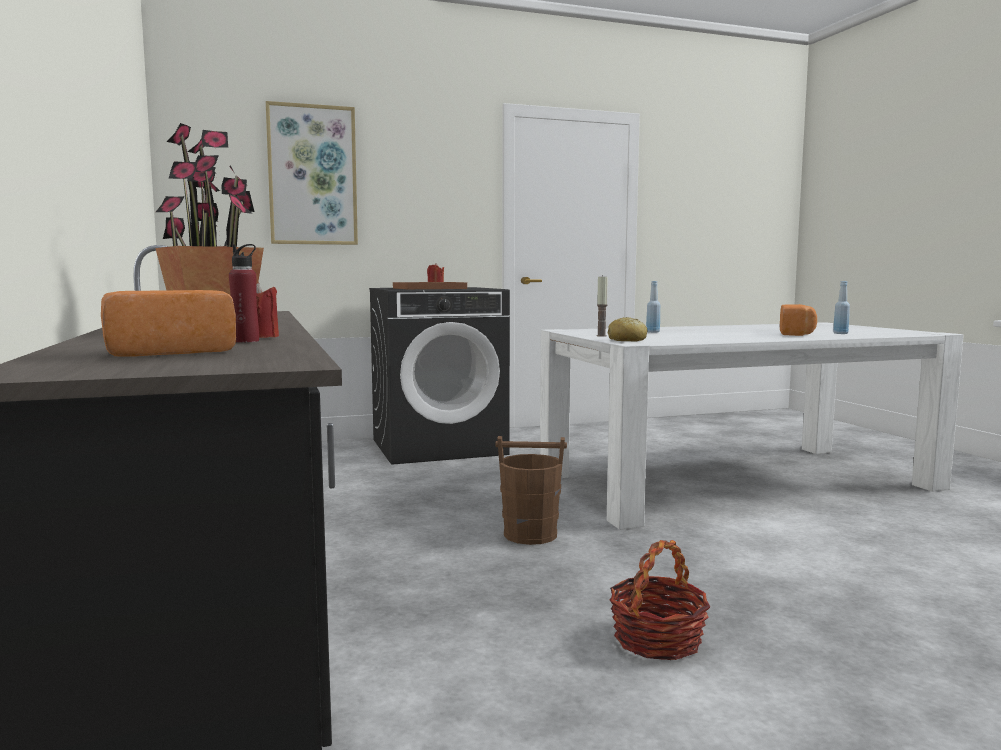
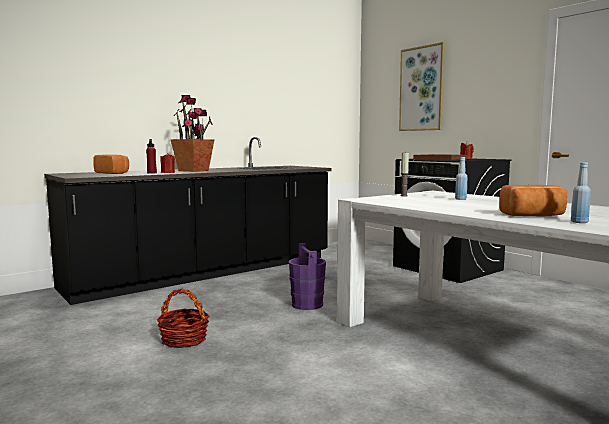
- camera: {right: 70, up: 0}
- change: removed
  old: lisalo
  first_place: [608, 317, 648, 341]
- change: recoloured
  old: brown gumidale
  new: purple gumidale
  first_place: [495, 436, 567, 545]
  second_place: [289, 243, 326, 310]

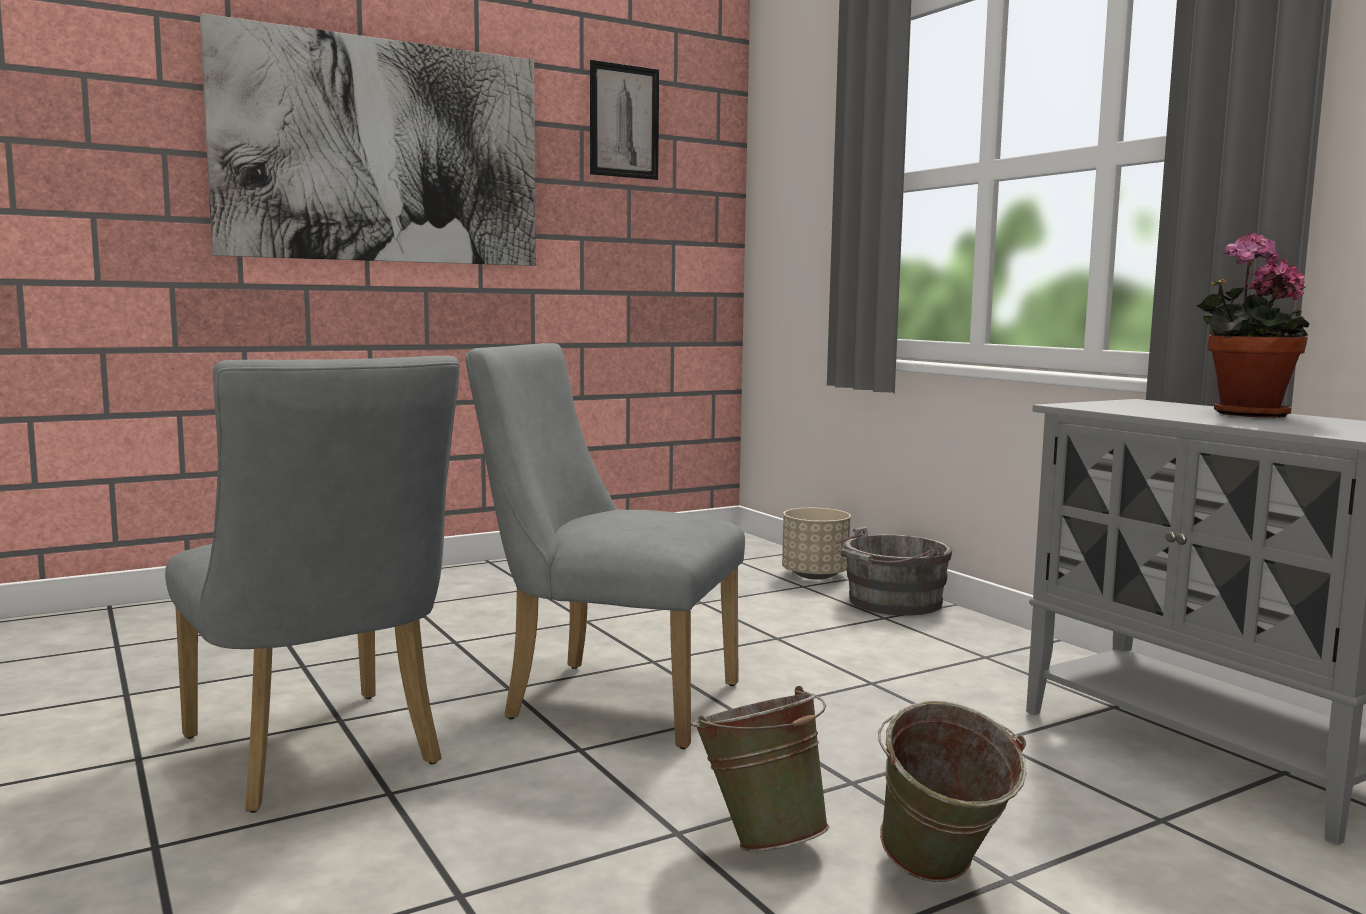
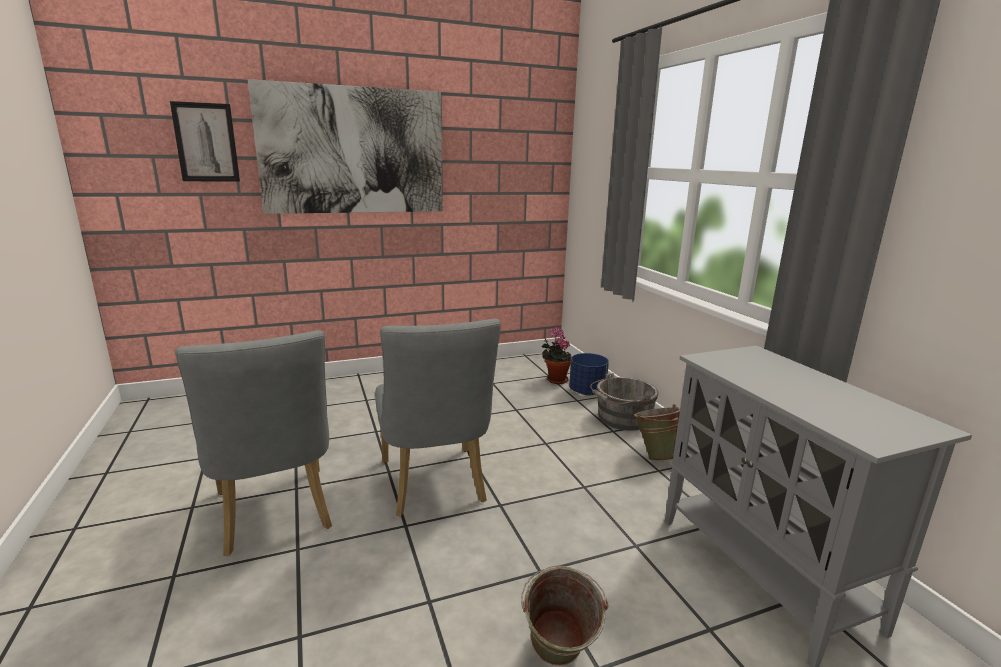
- camera: {right: 10, up: 10}
- change: moved
  old: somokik
  first_place: [590, 60, 659, 180]
  second_place: [170, 101, 240, 182]
- change: moved
  old: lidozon
  first_place: [1196, 233, 1310, 418]
  second_place: [541, 326, 571, 384]
- change: turned
  old: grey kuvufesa
  first_place: [466, 343, 745, 749]
  second_place: [375, 319, 501, 516]
  degrees: -135
- change: recoloured
  old: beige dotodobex
  new: blue dotodobex
  first_place: [782, 508, 851, 580]
  second_place: [569, 353, 609, 396]
- change: moved
  old: green gumidale
  first_place: [692, 686, 829, 852]
  second_place: [634, 404, 680, 461]

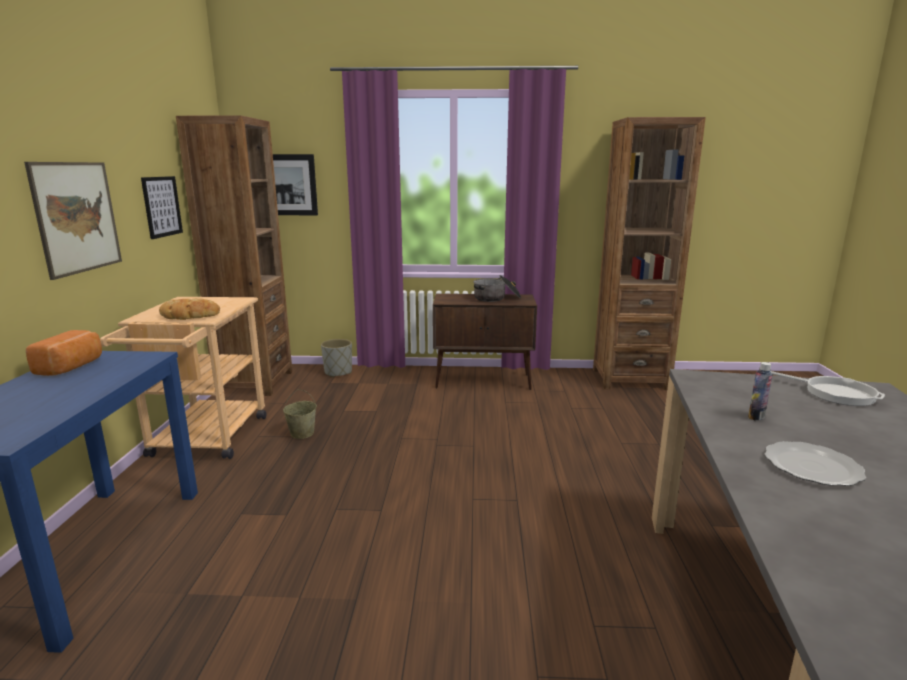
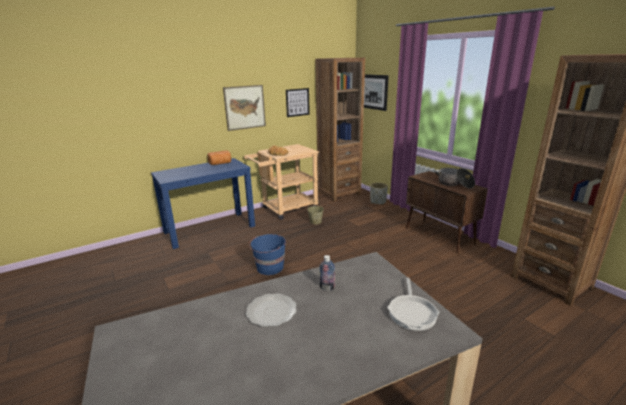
- camera: {right: 55, up: 5}
- change: added
  new: blue gumidale
  second_place: [249, 234, 286, 275]

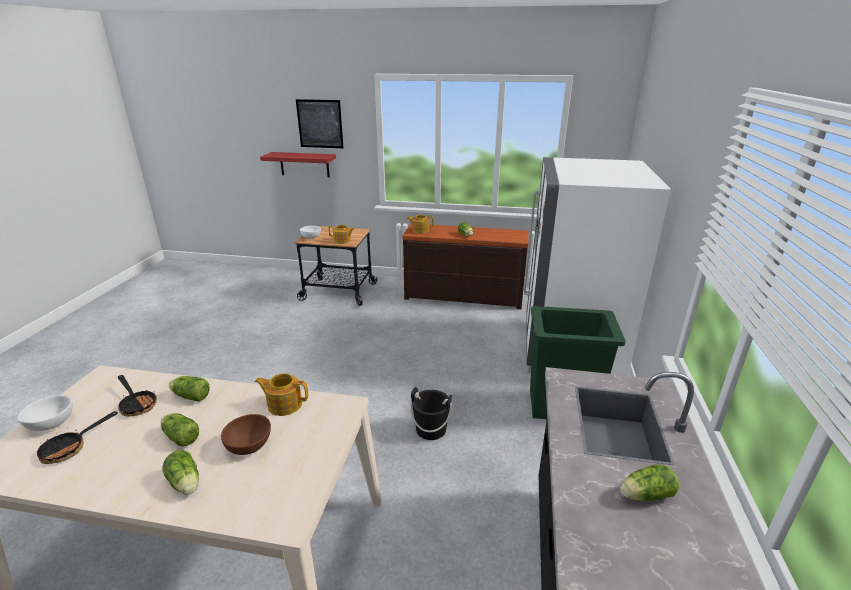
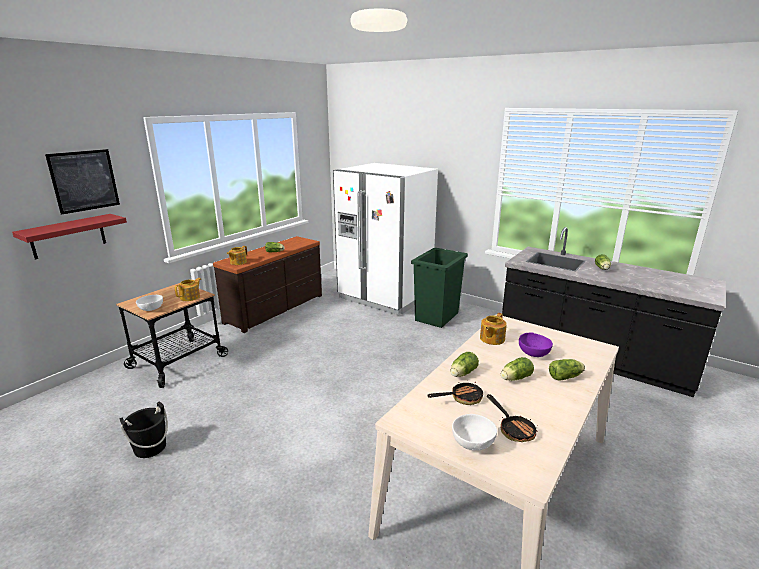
- camera: {right: -65, up: -5}
- change: moved
  old: black gumidale
  first_place: [410, 387, 452, 440]
  second_place: [120, 402, 168, 458]
- change: recoloured
  old: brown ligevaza
  new: purple ligevaza
  first_place: [221, 414, 271, 455]
  second_place: [519, 333, 553, 357]

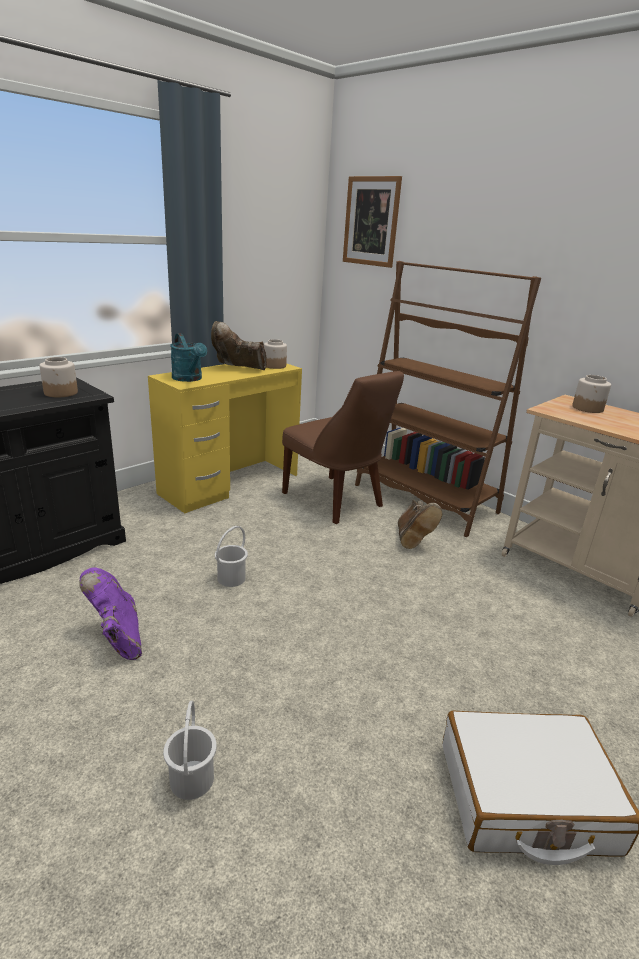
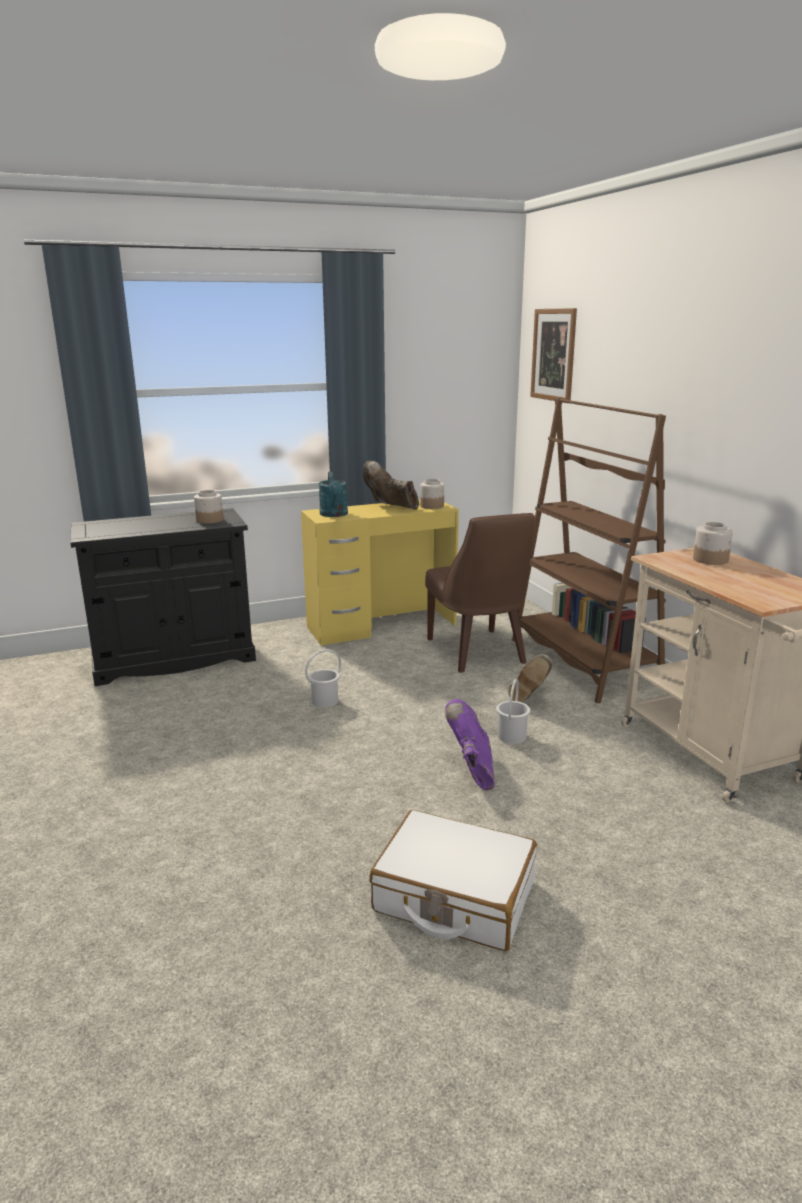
- camera: {right: 25, up: -5}
- change: moved
  old: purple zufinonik
  first_place: [79, 567, 142, 660]
  second_place: [445, 699, 495, 791]
- change: moved
  old: white gumidale
  first_place: [163, 701, 217, 800]
  second_place: [496, 679, 530, 744]

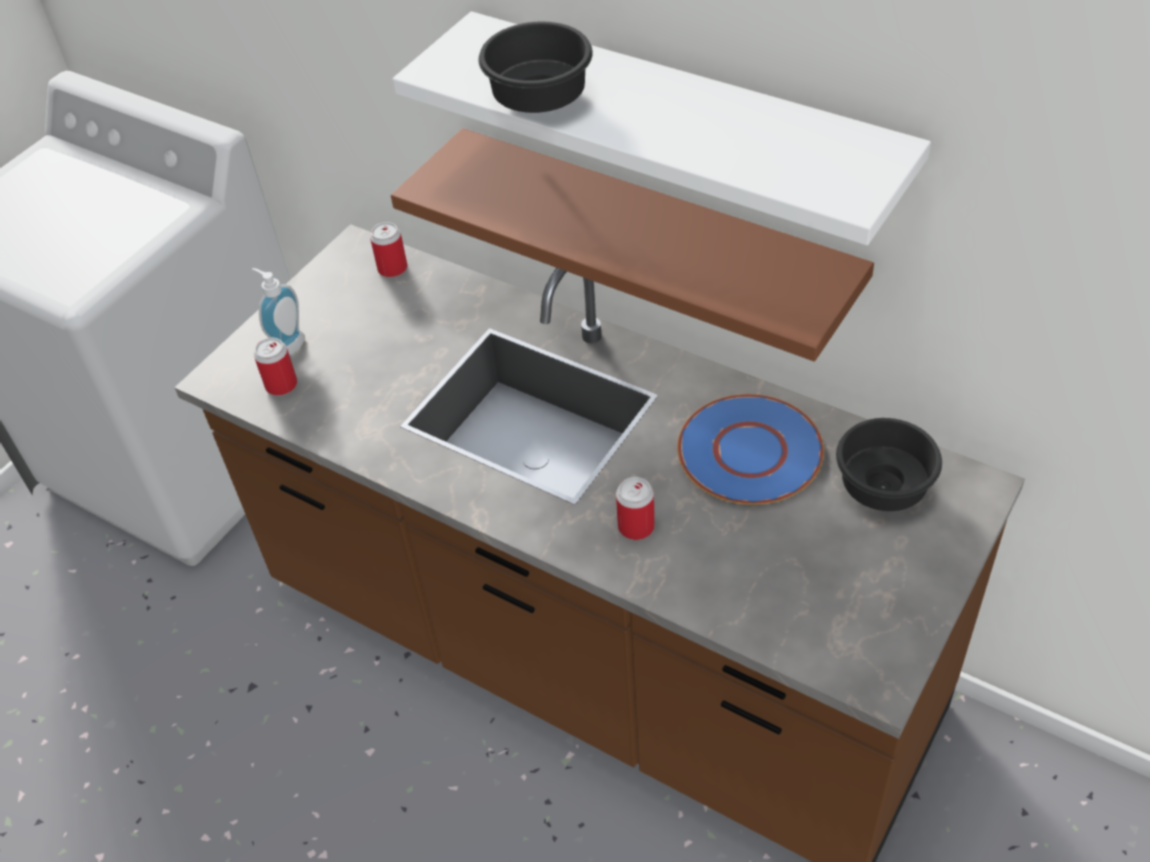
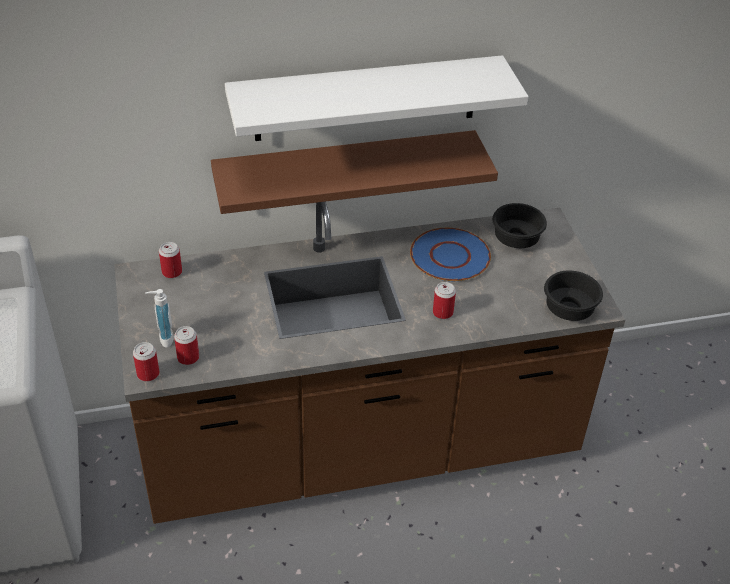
- camera: {right: -50, up: -5}
- change: moved
  old: black ligevaza
  first_place: [478, 22, 593, 113]
  second_place: [544, 270, 603, 321]
- change: added
  new: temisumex
  second_place: [133, 342, 159, 382]

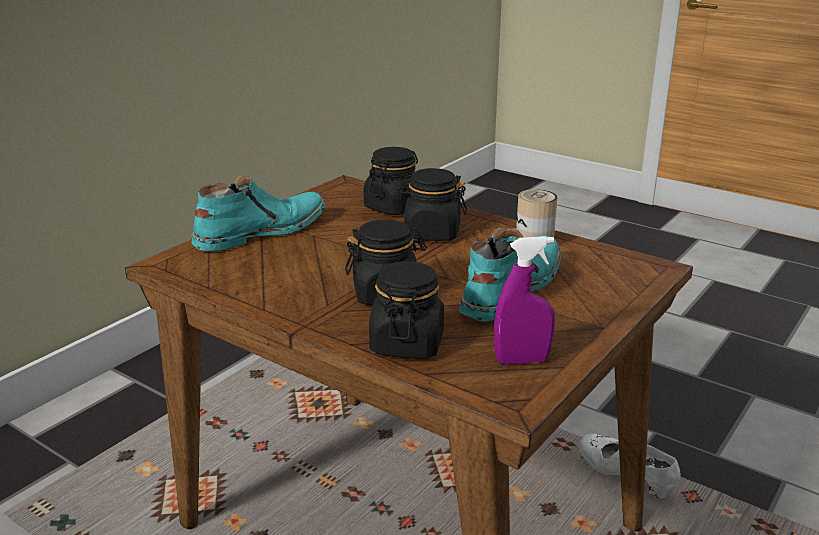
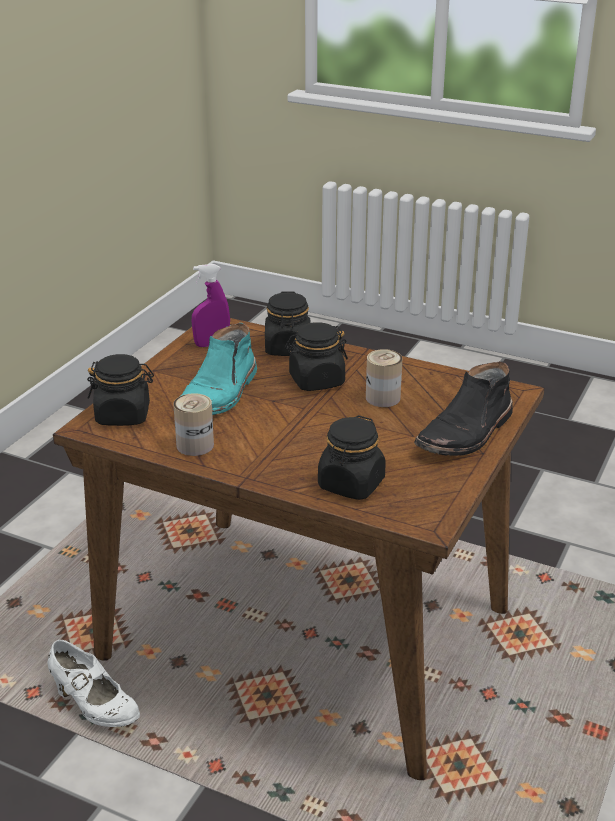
- camera: {right: 170, up: 5}
- change: moved
  old: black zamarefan
  first_place: [397, 168, 467, 241]
  second_place: [87, 354, 154, 426]
- change: recoloured
  old: turquoise zufinonik
  new: black zufinonik
  first_place: [192, 176, 326, 252]
  second_place: [414, 361, 513, 456]
- change: added
  new: temisumex
  second_place: [366, 349, 403, 407]

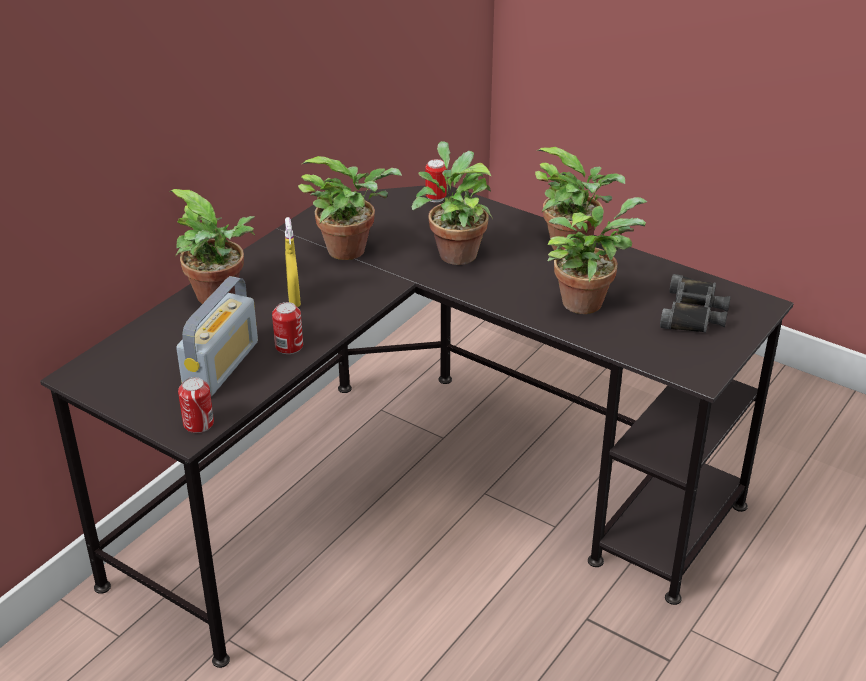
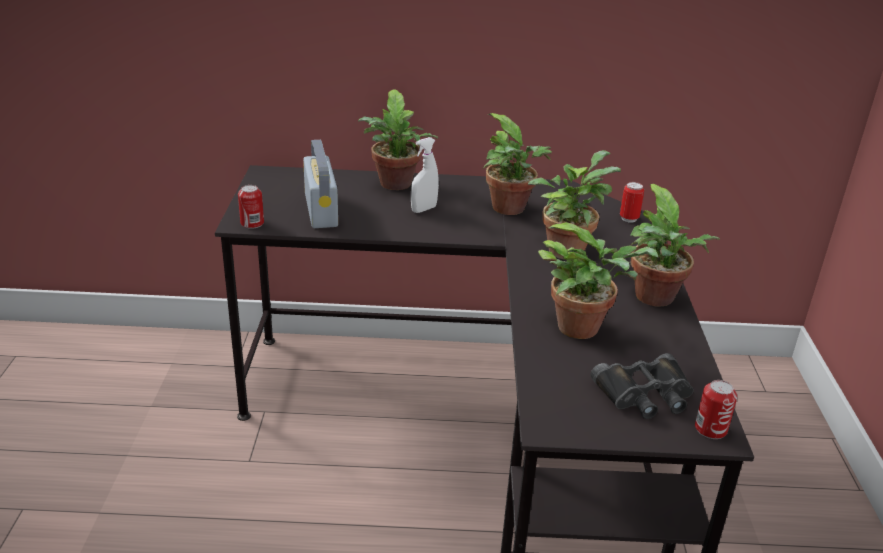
- camera: {right: 55, up: -5}
- change: recoloured
  old: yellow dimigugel
  new: white dimigugel
  first_place: [285, 217, 301, 307]
  second_place: [411, 137, 439, 213]
- change: turned
  old: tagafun
  first_place: [176, 276, 258, 396]
  second_place: [303, 140, 338, 228]
  degrees: -90
- change: moved
  old: temisumex
  first_place: [272, 302, 303, 354]
  second_place: [695, 380, 737, 439]

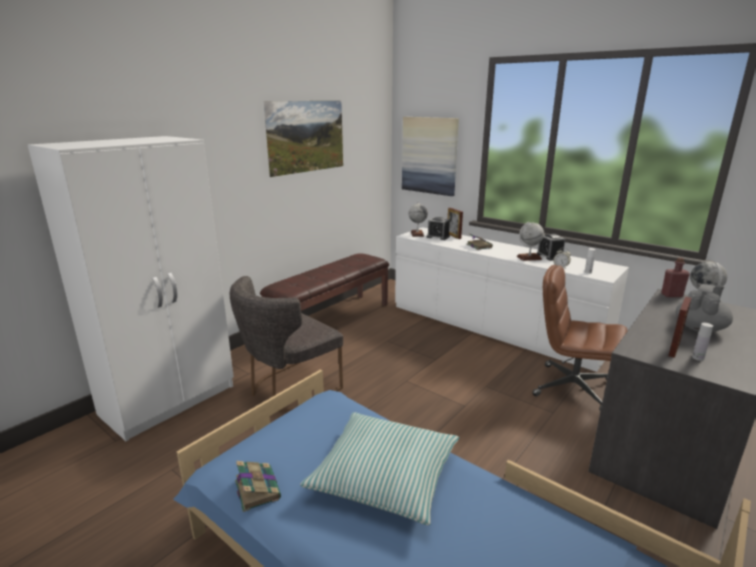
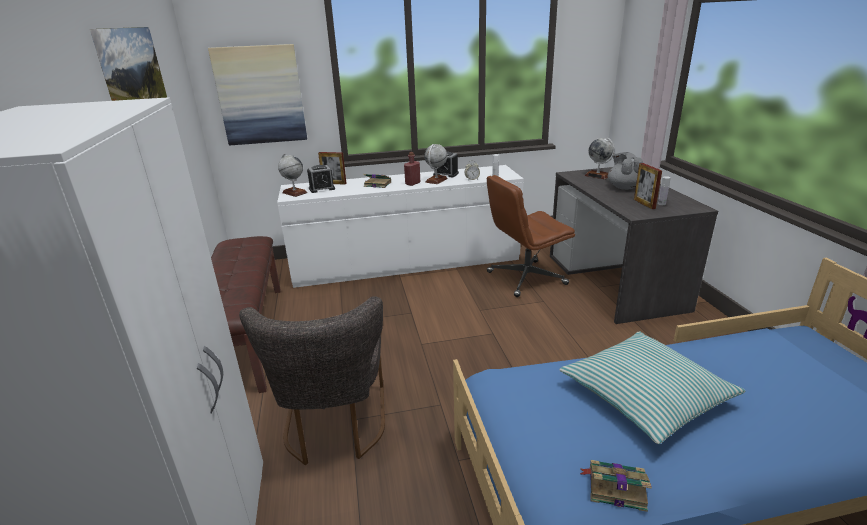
- camera: {right: -50, up: 5}
- change: moved
  old: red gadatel
  first_place: [661, 258, 690, 297]
  second_place: [404, 152, 420, 186]

